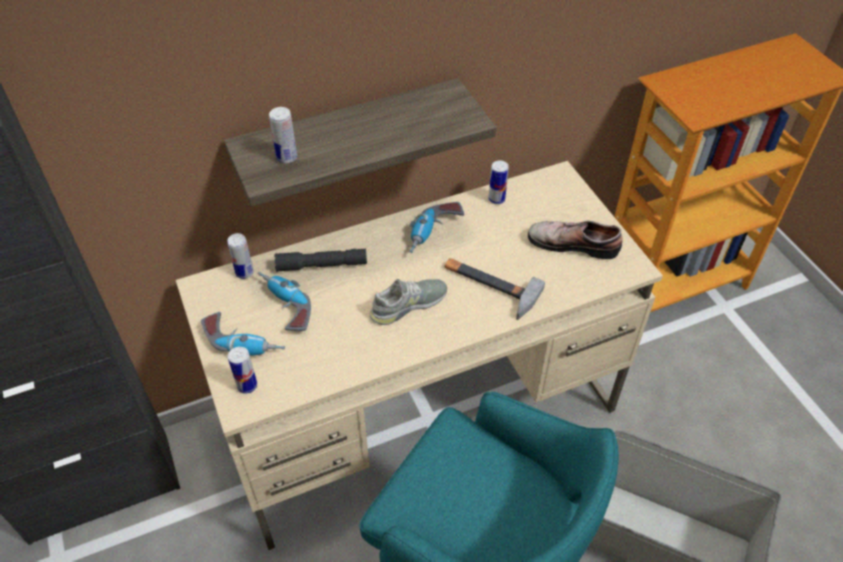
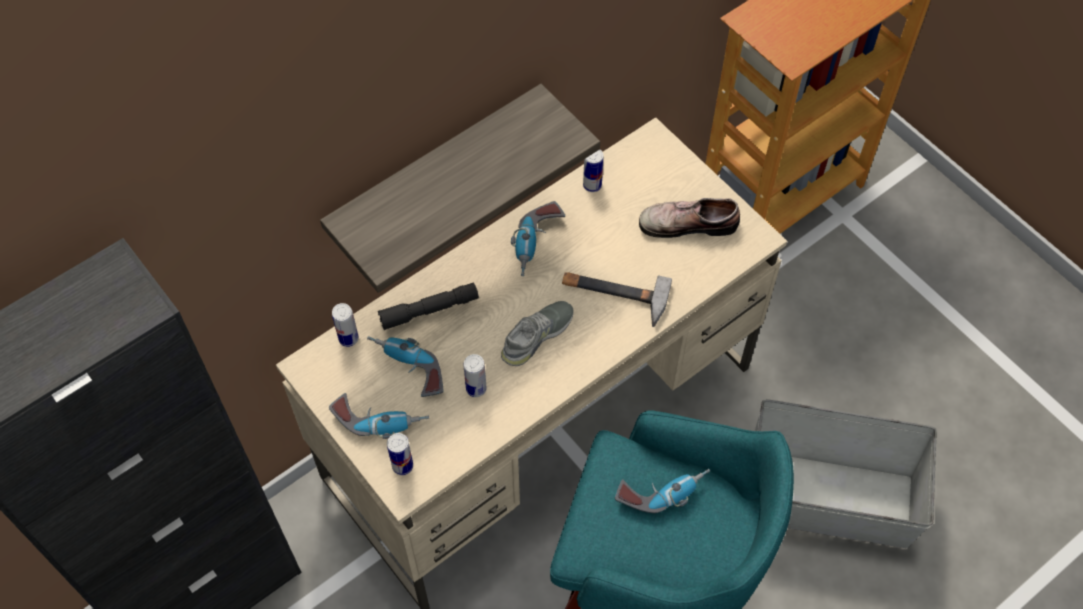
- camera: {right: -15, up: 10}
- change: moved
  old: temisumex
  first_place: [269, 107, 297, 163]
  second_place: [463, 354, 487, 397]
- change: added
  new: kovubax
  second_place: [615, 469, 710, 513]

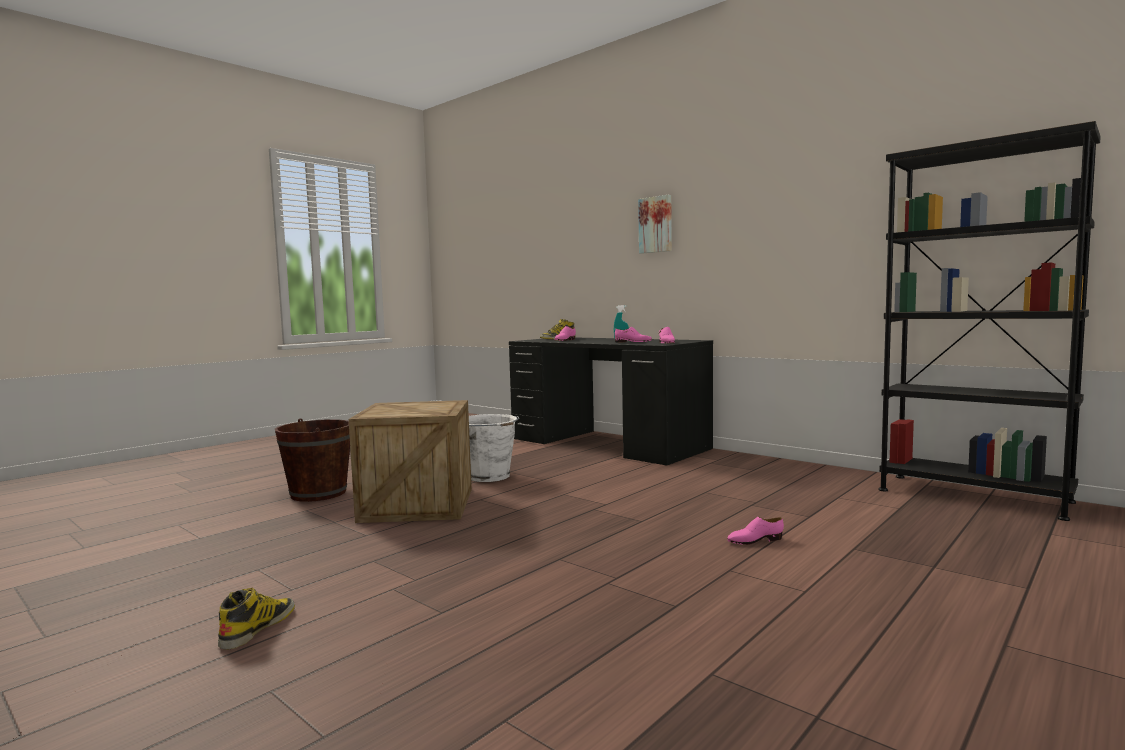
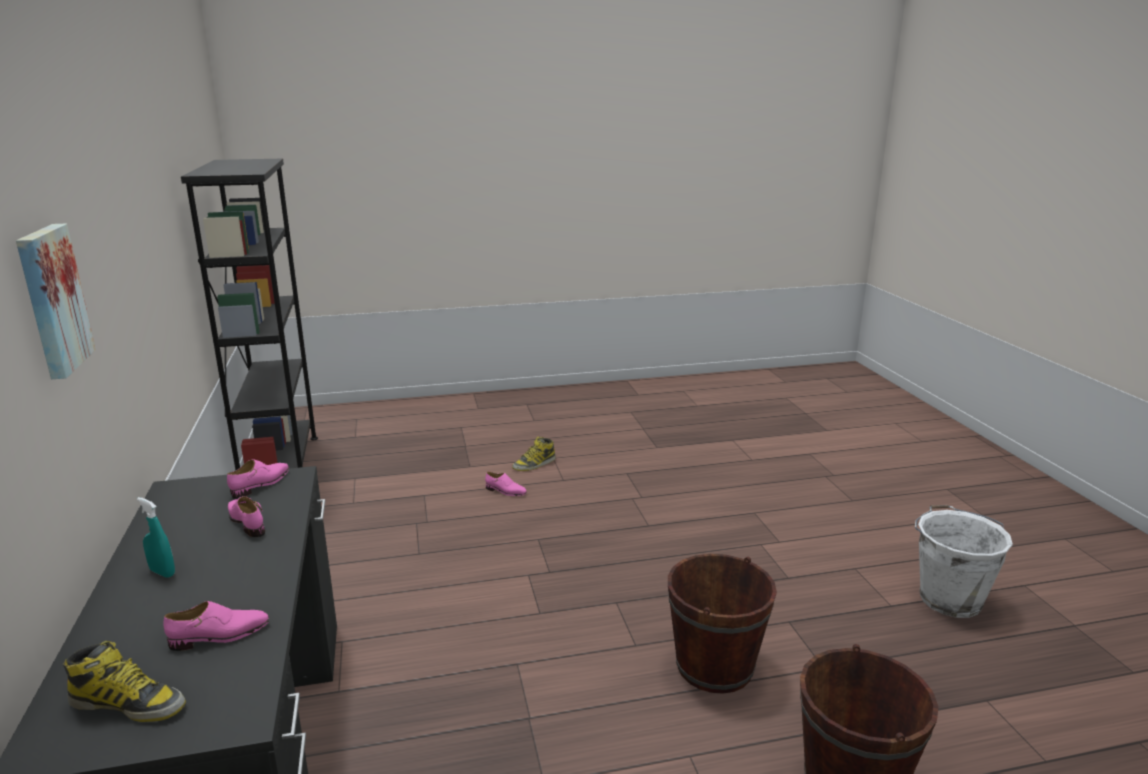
- camera: {right: -145, up: 15}
- change: replaced
  old: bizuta
  new: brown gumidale
  first_place: [349, 400, 472, 523]
  second_place: [668, 554, 777, 694]
- change: moved
  old: white gumidale
  first_place: [469, 414, 519, 482]
  second_place: [915, 505, 1013, 618]
- change: moved
  old: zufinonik
  first_place: [218, 588, 295, 650]
  second_place: [512, 437, 556, 471]

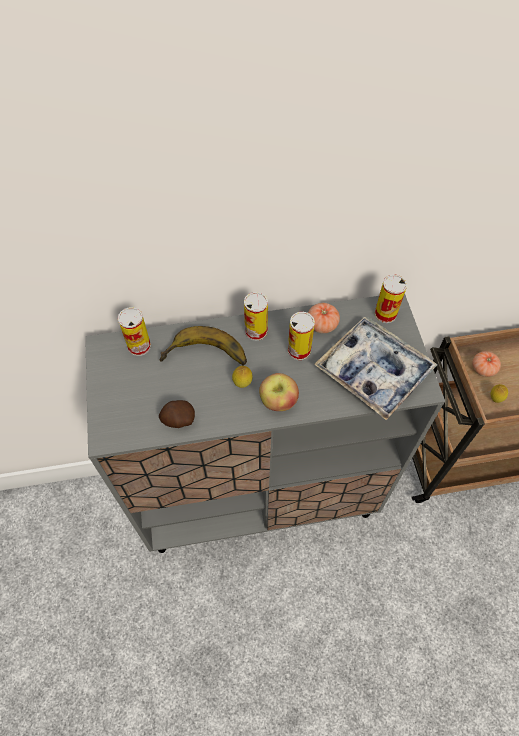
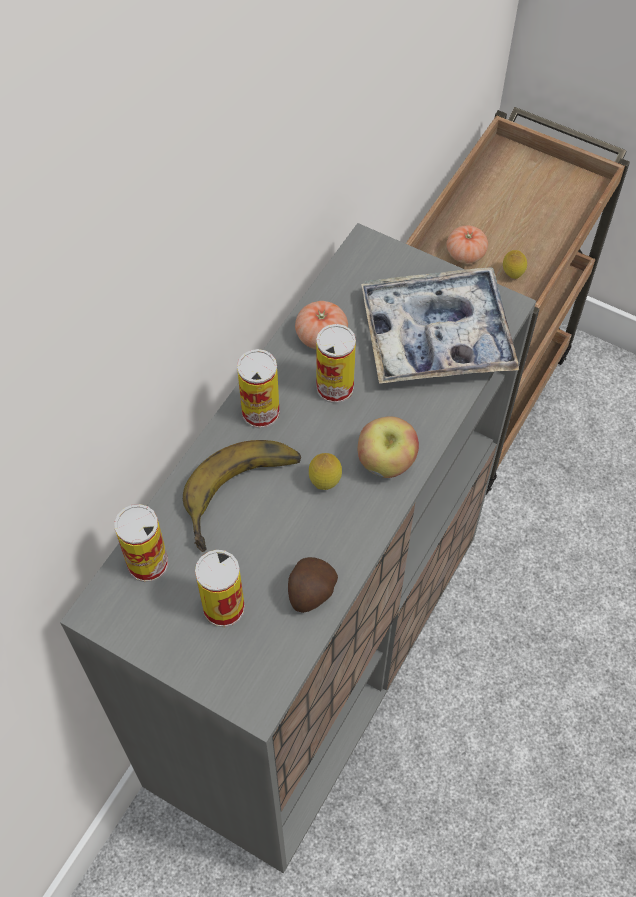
- camera: {right: -50, up: 0}
- change: moved
  old: temisumex
  first_place: [375, 274, 407, 323]
  second_place: [195, 550, 245, 627]

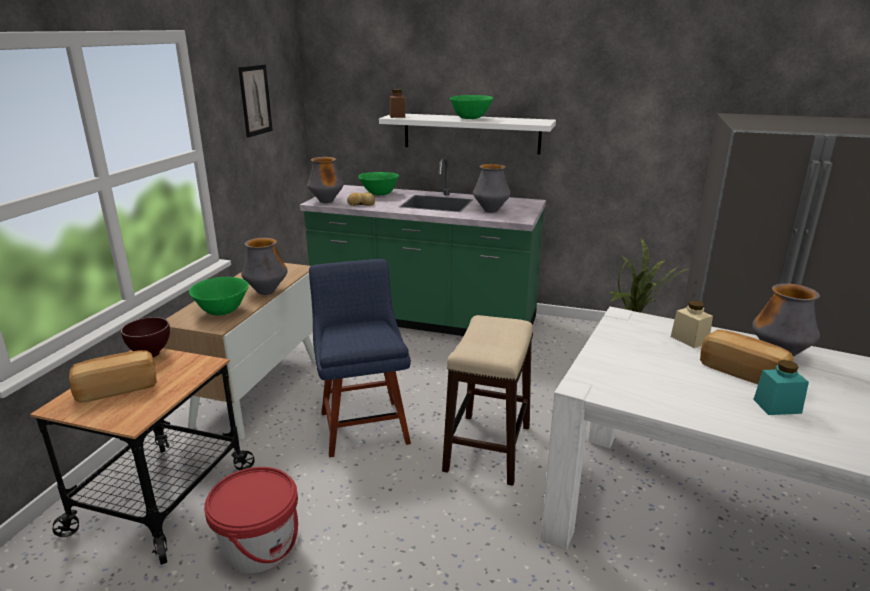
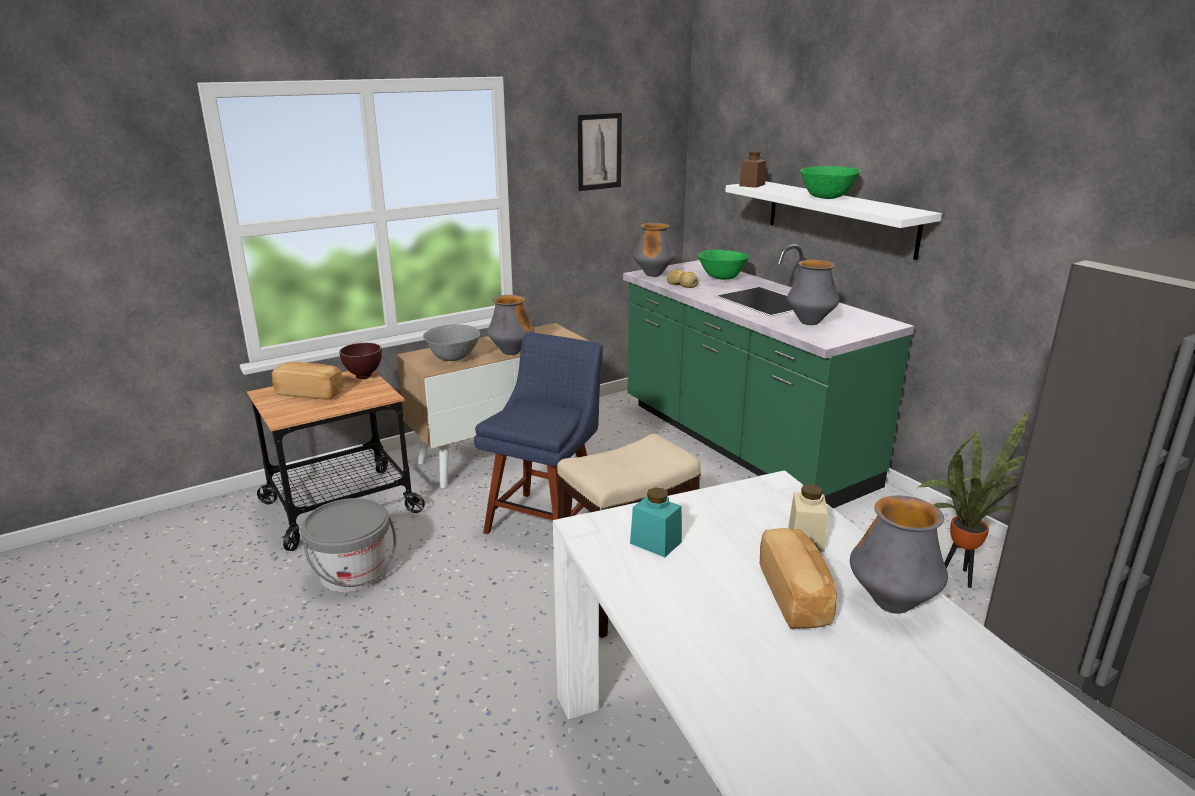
- camera: {right: 40, up: 0}
- change: recoloured
  old: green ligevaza
  new: grey ligevaza
  first_place: [189, 277, 249, 315]
  second_place: [423, 324, 480, 361]
- change: moved
  old: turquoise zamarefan
  first_place: [753, 360, 809, 415]
  second_place: [630, 488, 682, 557]
- change: recoloured
  old: red gumidale
  new: grey gumidale
  first_place: [204, 467, 298, 573]
  second_place: [301, 498, 396, 592]

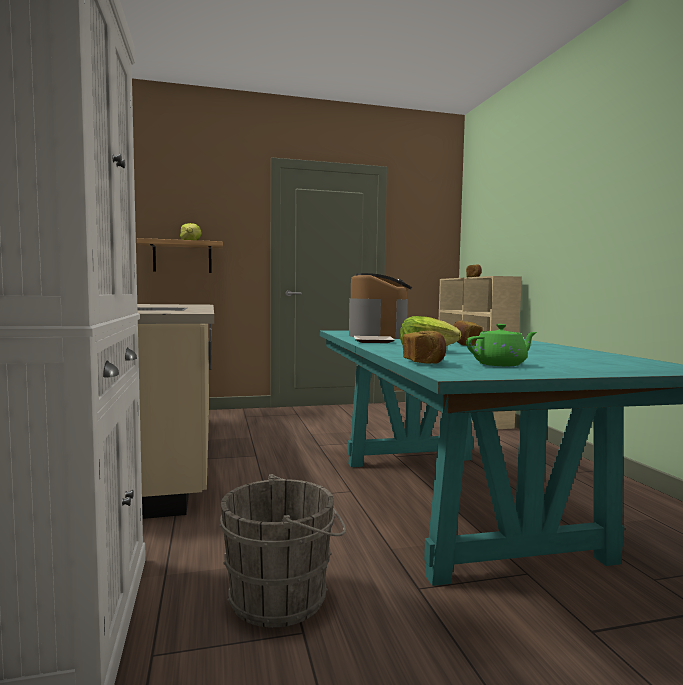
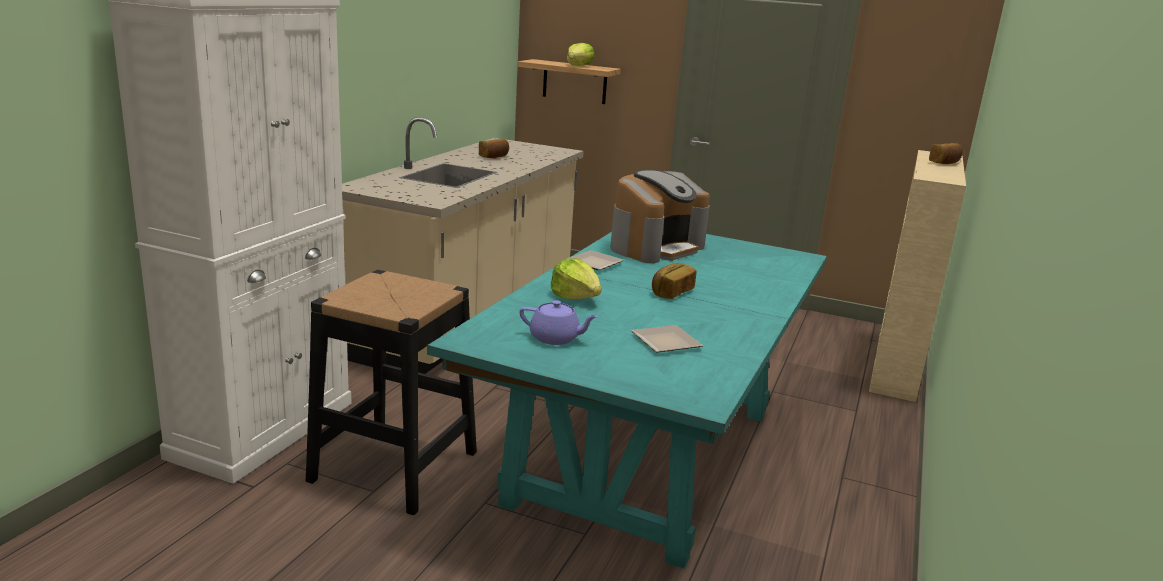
- camera: {right: 35, up: 15}
- change: recoloured
  old: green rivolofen
  new: purple rivolofen
  first_place: [466, 324, 537, 366]
  second_place: [519, 300, 598, 345]
- change: moved
  old: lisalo
  first_place: [403, 331, 446, 364]
  second_place: [479, 139, 509, 158]
- change: replaced
  old: grey gumidale
  new: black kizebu
  first_place: [219, 474, 346, 627]
  second_place: [306, 270, 477, 515]
- change: added
  new: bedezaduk
  second_place: [631, 325, 703, 353]

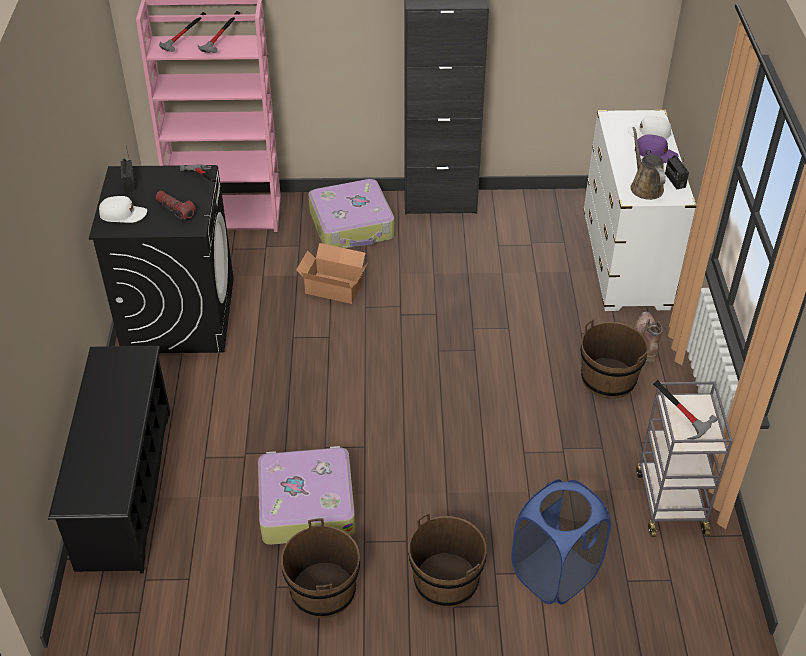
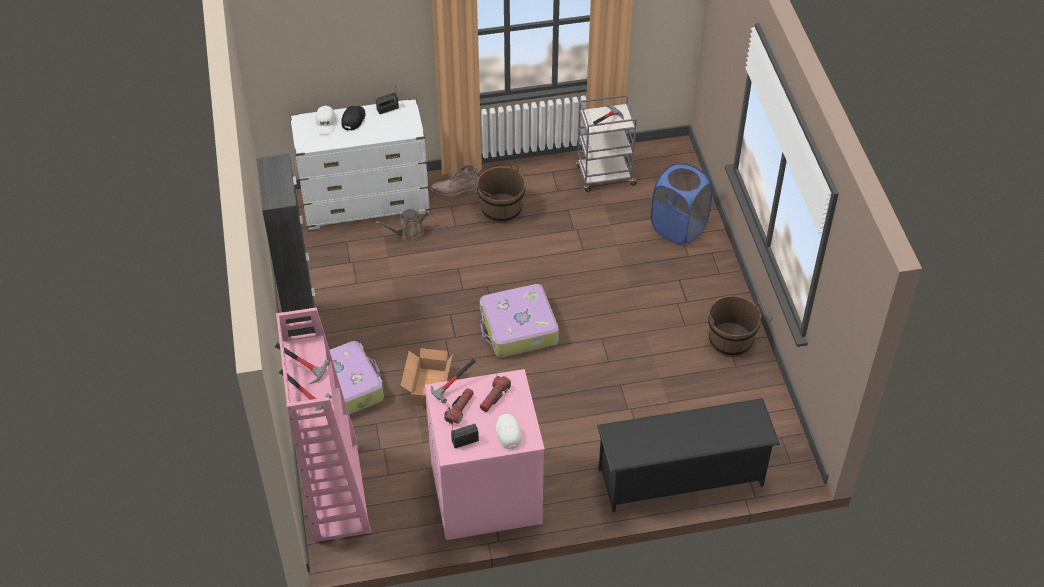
- camera: {right: -100, up: 5}
- change: moved
  old: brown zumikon
  first_place: [631, 127, 666, 200]
  second_place: [376, 208, 428, 241]
- change: recoloured
  old: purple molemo
  new: black molemo
  first_place: [635, 135, 679, 163]
  second_place: [341, 106, 366, 131]
- change: recoloured
  old: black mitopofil
  new: pink mitopofil
  first_place: [89, 165, 234, 353]
  second_place: [425, 369, 545, 540]
- change: moved
  old: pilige
  first_place: [258, 446, 355, 545]
  second_place: [480, 284, 559, 357]
- change: removed
  old: brown gumidale
  first_place: [408, 513, 487, 608]
- change: added
  new: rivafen
  second_place: [444, 388, 474, 424]

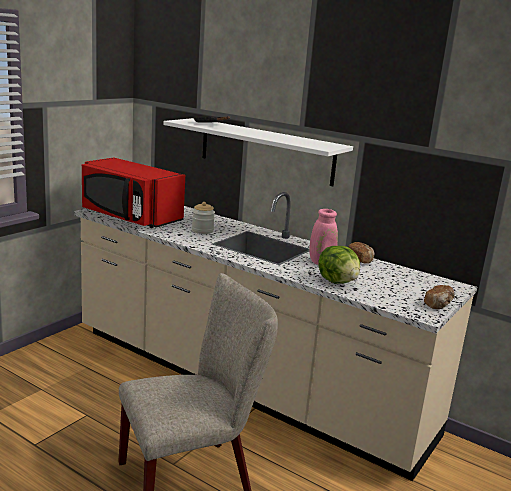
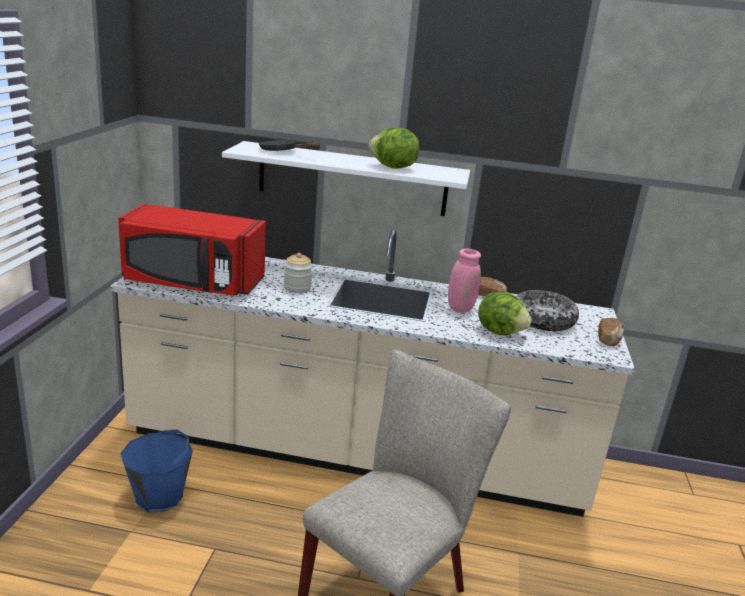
- camera: {right: -25, up: 5}
- change: added
  new: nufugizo
  second_place: [369, 128, 420, 169]
- change: added
  new: ligevaza
  second_place: [516, 290, 579, 331]
- change: added
  new: blue gumidale
  second_place: [120, 430, 193, 513]

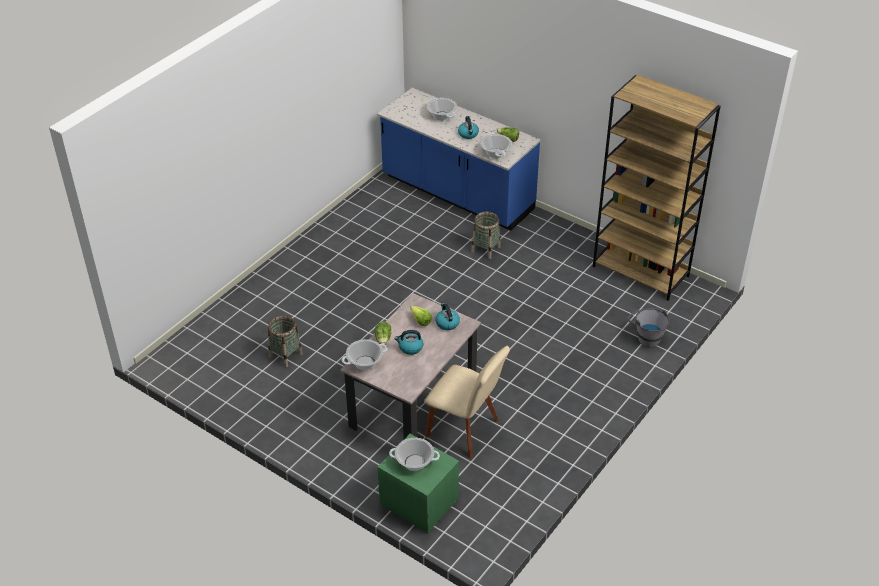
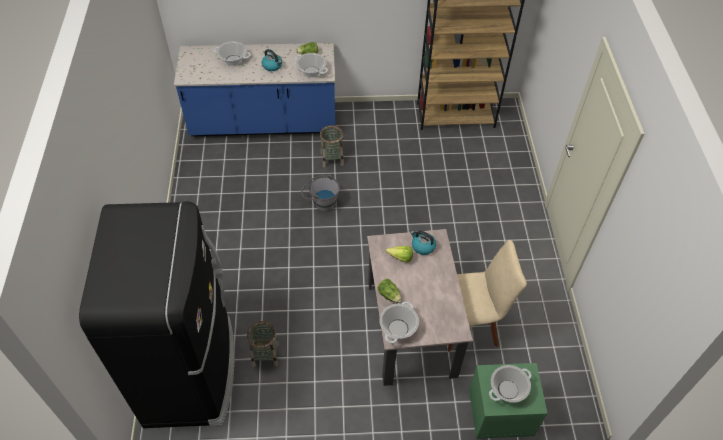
- camera: {right: -40, up: 10}
- change: moved
  old: grey gumidale
  first_place: [628, 308, 670, 347]
  second_place: [301, 175, 340, 211]
- change: removed
  old: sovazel
  first_place: [395, 330, 423, 355]
- change: added
  new: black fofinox
  second_place: [79, 201, 235, 428]

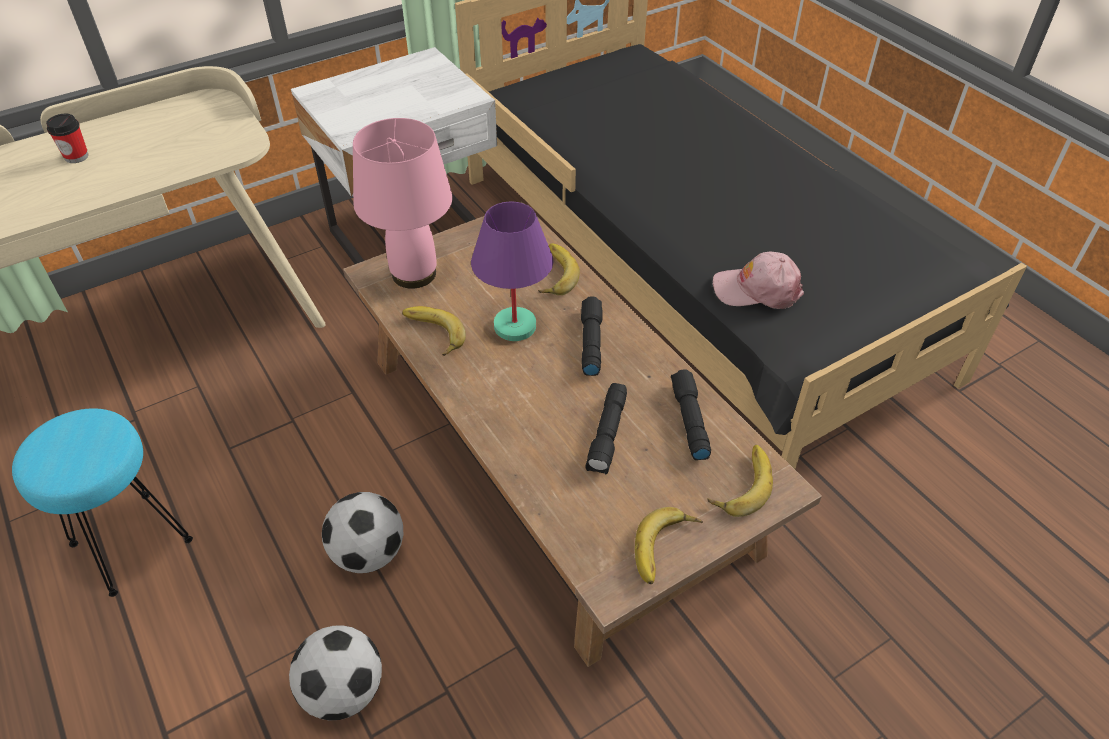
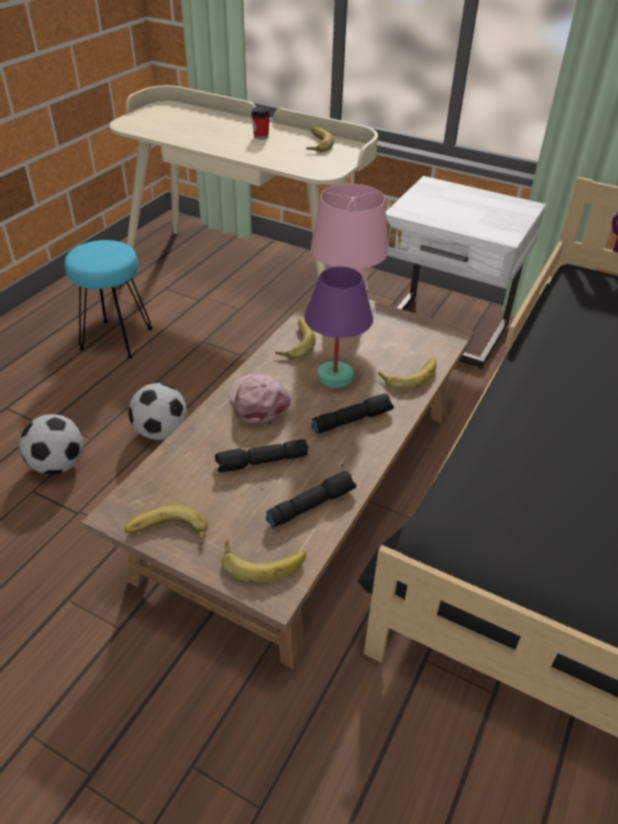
- camera: {right: 60, up: -5}
- change: moved
  old: pink molemo
  first_place: [712, 252, 804, 309]
  second_place: [228, 374, 291, 425]
- change: added
  new: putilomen
  second_place: [306, 127, 334, 152]

